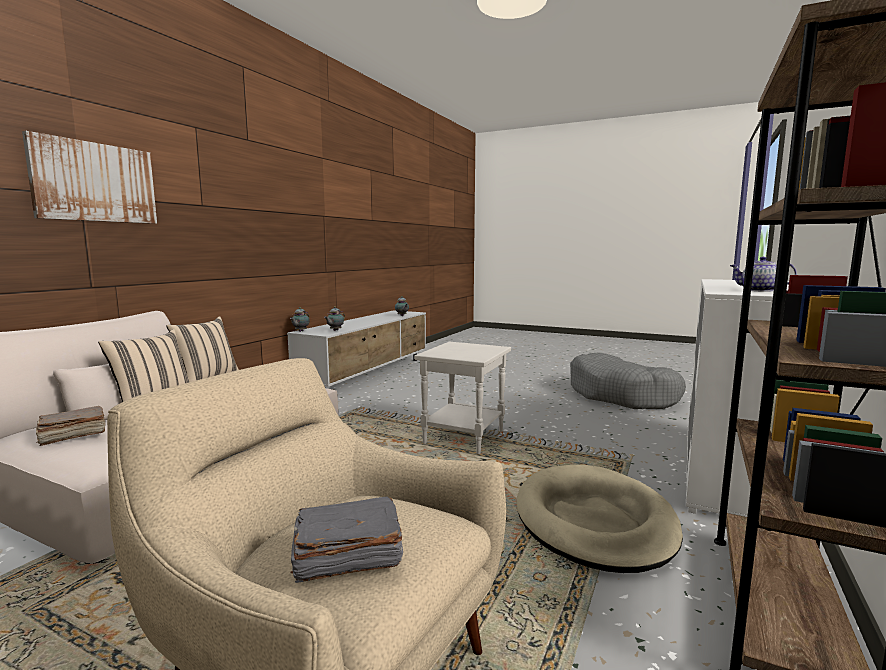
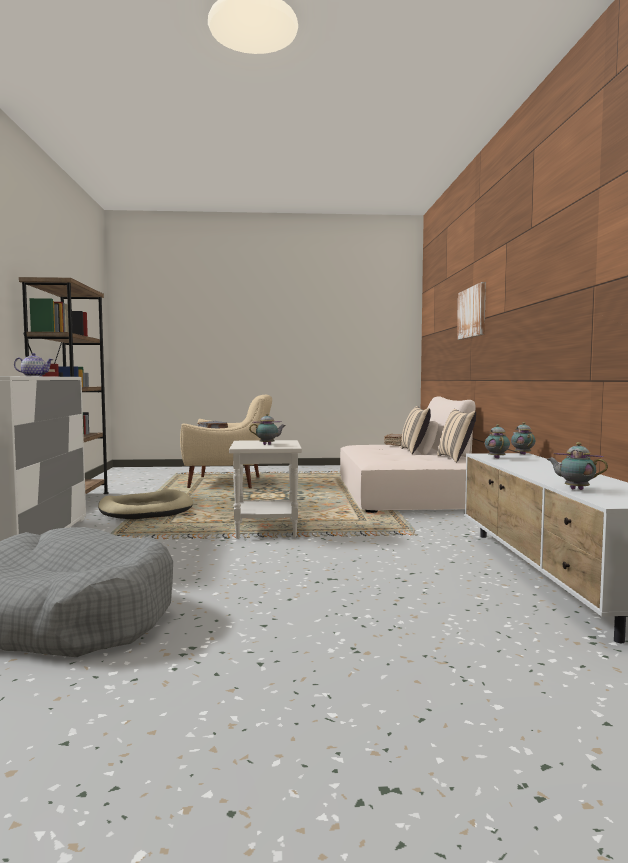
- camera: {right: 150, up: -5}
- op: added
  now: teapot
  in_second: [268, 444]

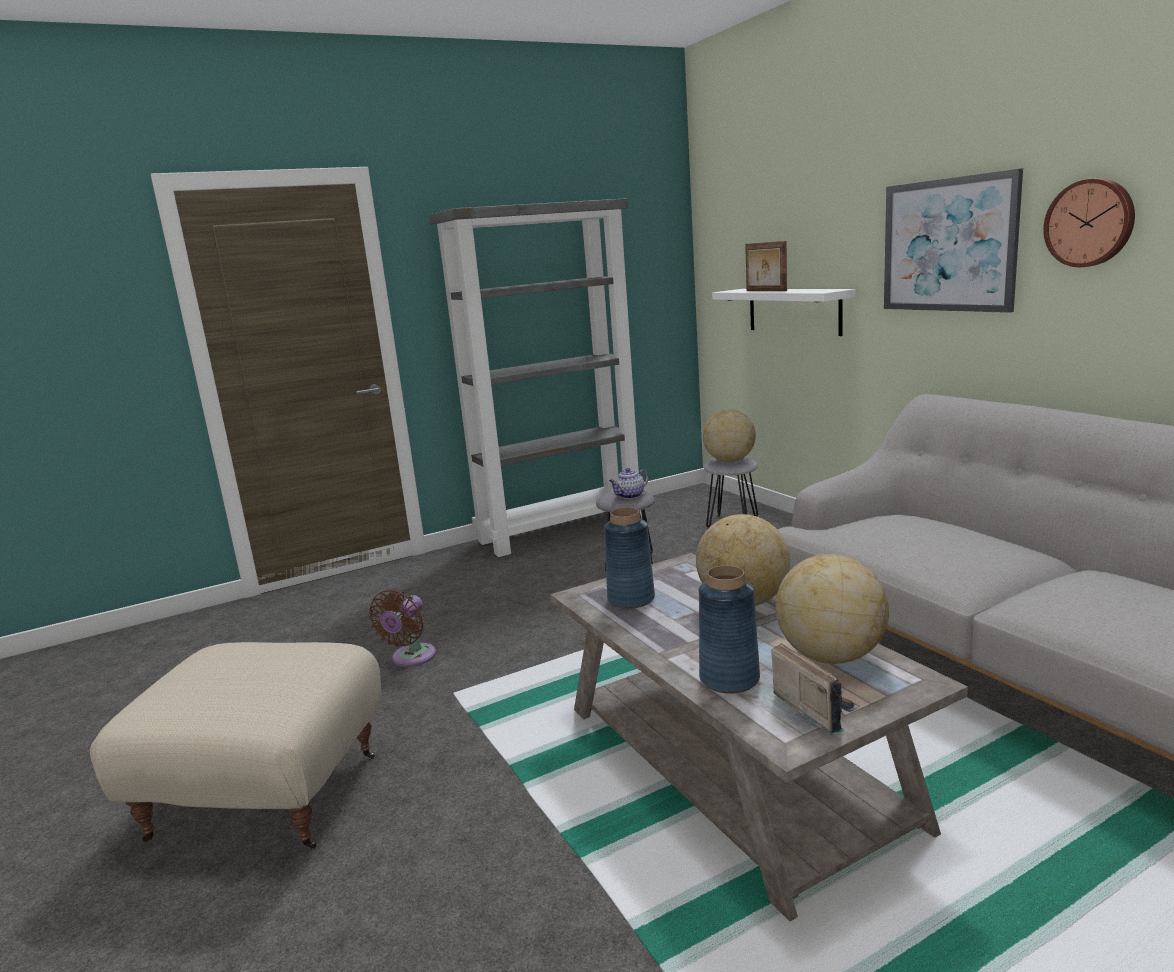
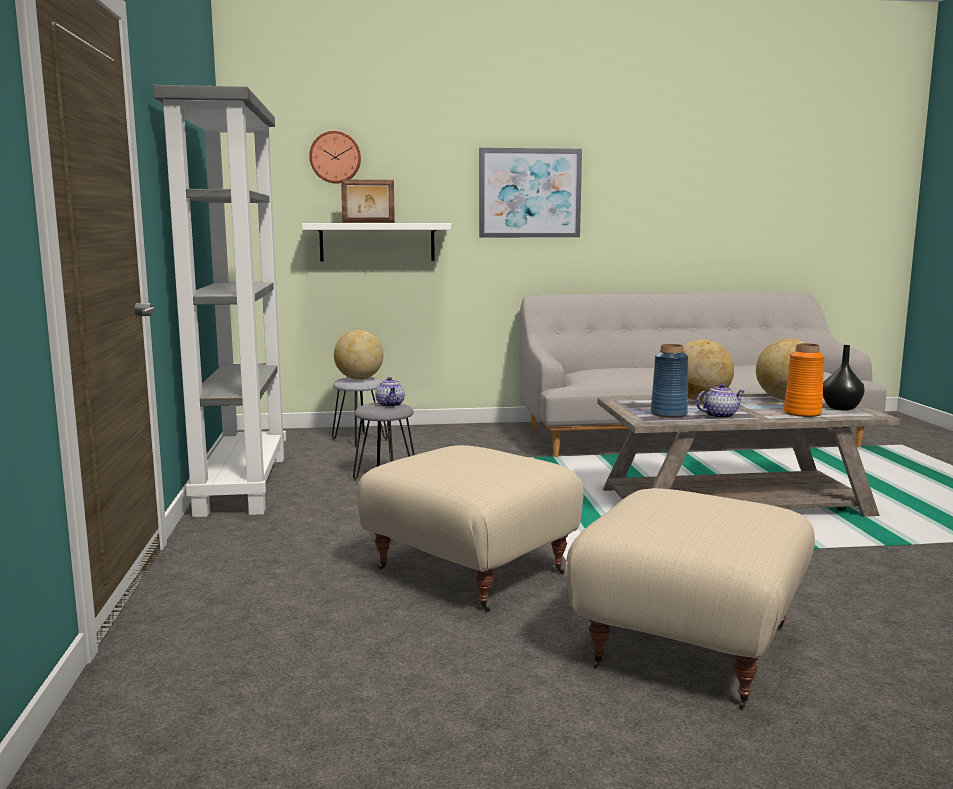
- camera: {right: -70, up: -5}
- op: moved
  was: wall_clock
  in_first: [1090, 223]
  in_second: [335, 157]
- op: replaced
  was: brown_fan
  now: beige_ottoman
  in_first: [411, 658]
  in_second: [469, 571]
- op: added
  now: teapot
  in_second: [720, 416]
- op: recoloured
  was: blue_vase
  now: orange_vase
  in_first: [729, 679]
  in_second: [802, 413]
- op: replaced
  was: radio
  now: black_vase
  in_first: [814, 708]
  in_second: [841, 408]

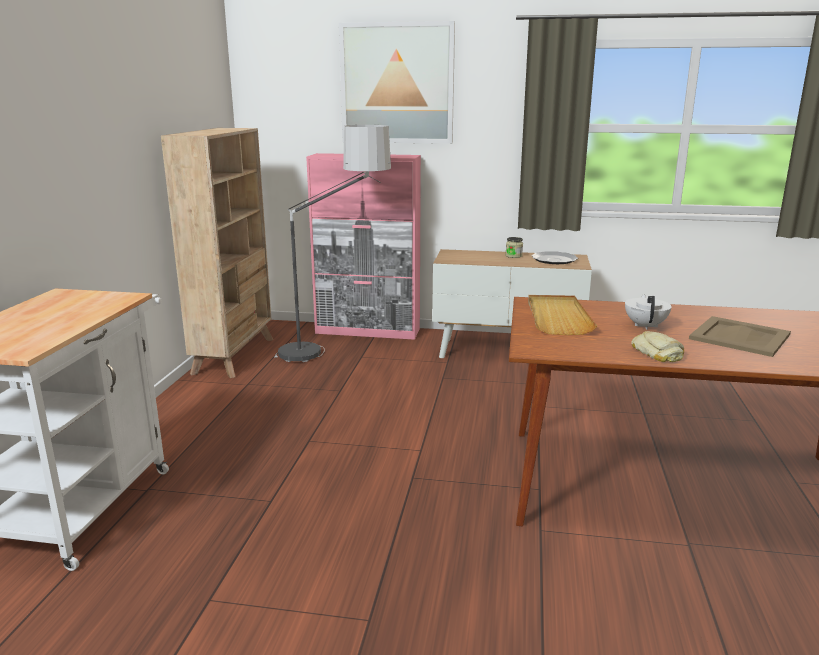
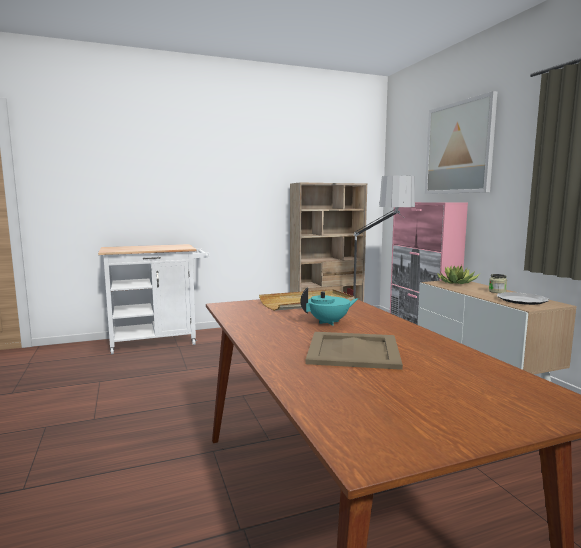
- camera: {right: 60, up: -10}
- op: recoloured
  was: white_teapot
  now: turquoise_teapot
  in_first: [645, 326]
  in_second: [329, 322]
- op: added
  now: potted_plant
  in_second: [456, 283]
- op: removed
  was: bread
  in_first: [657, 353]

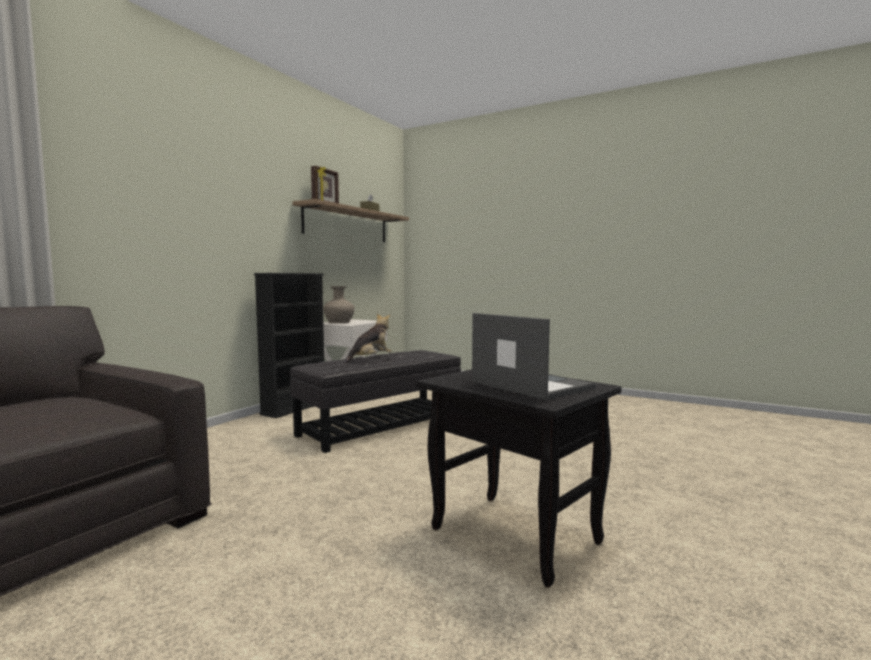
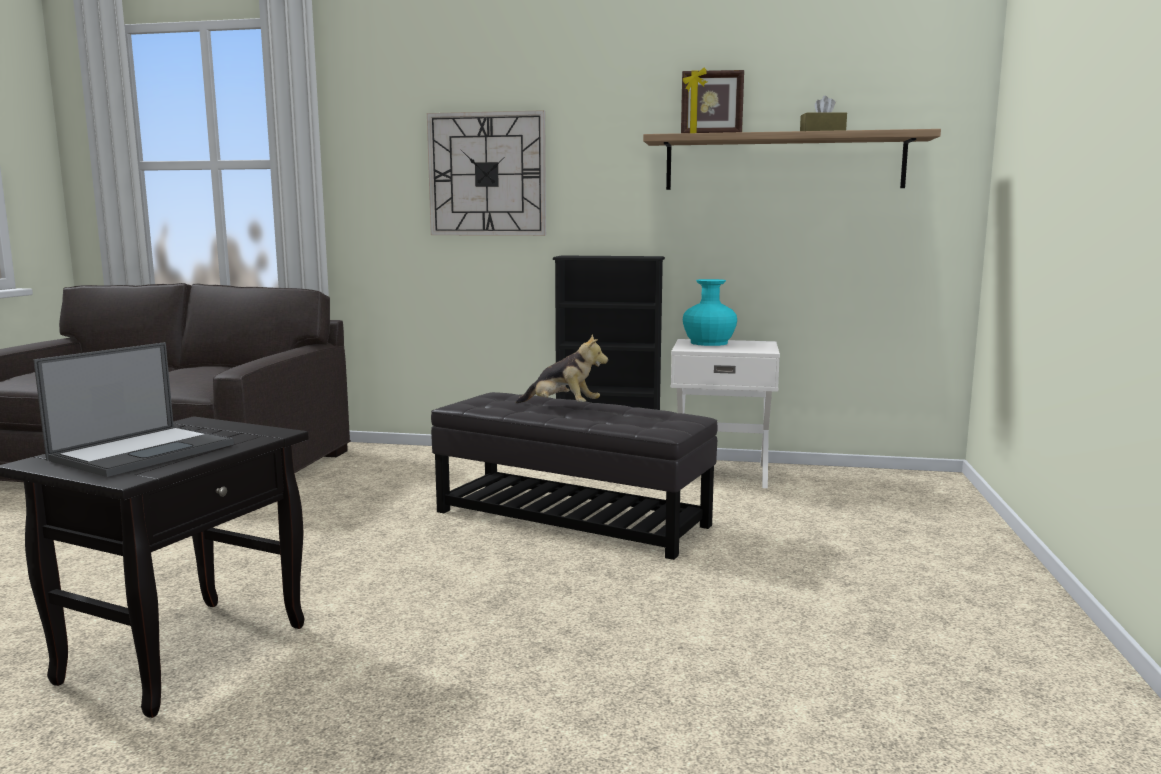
- camera: {right: 70, up: 5}
- op: added
  now: wall_clock
  in_second: [487, 174]
- op: recoloured
  was: beige_vase
  now: turquoise_vase
  in_first: [339, 322]
  in_second: [709, 343]

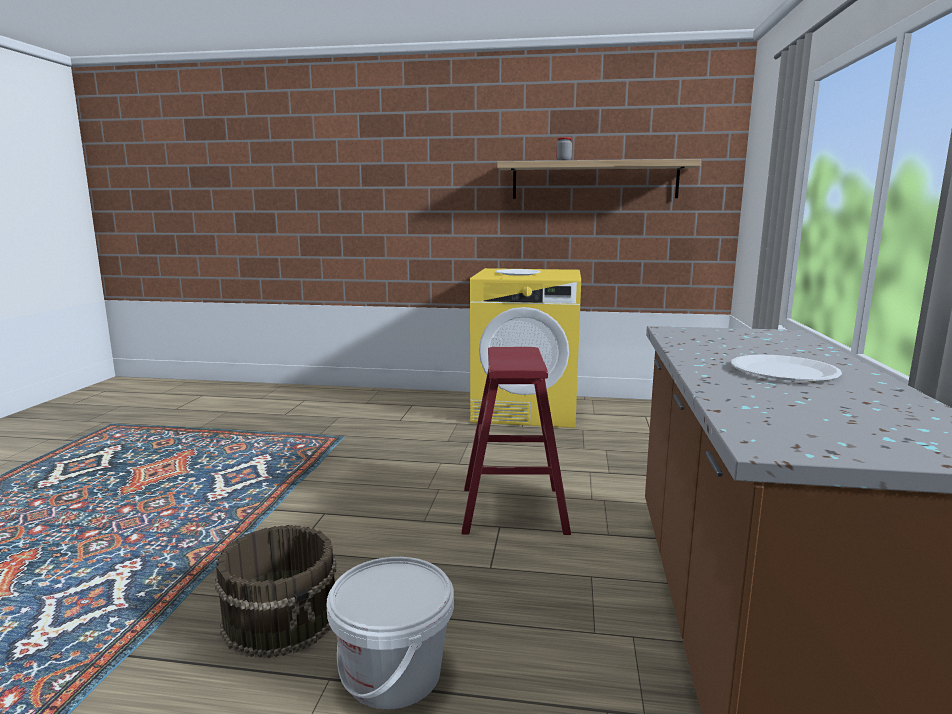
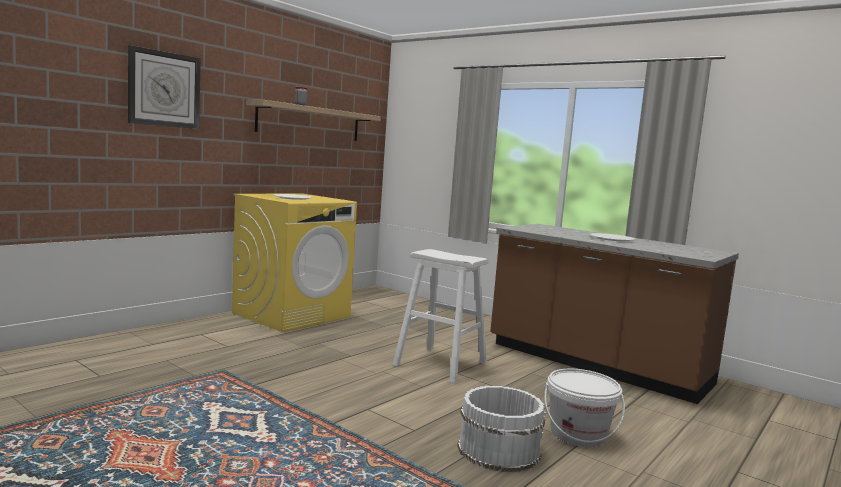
- camera: {right: -60, up: -5}
- op: added
  now: wall_clock
  in_second: [164, 89]
- op: recoloured
  was: red_stool
  now: white_stool
  in_first: [513, 509]
  in_second: [440, 364]
- op: recoloured
  was: brown_bucket
  now: white_bucket
  in_first: [282, 617]
  in_second: [498, 449]

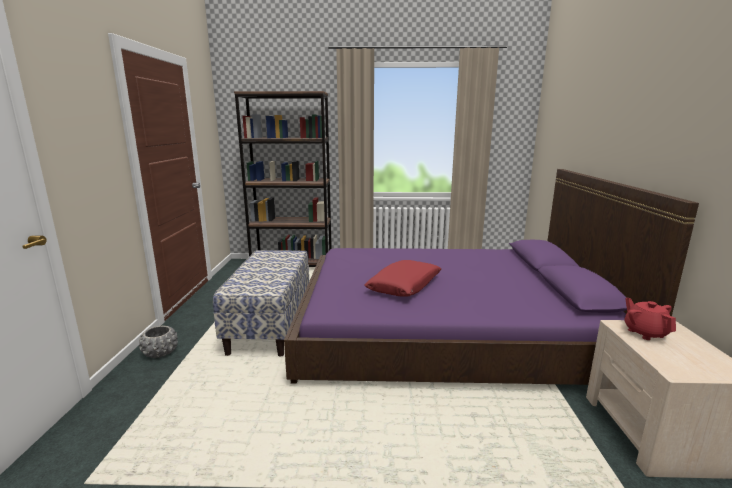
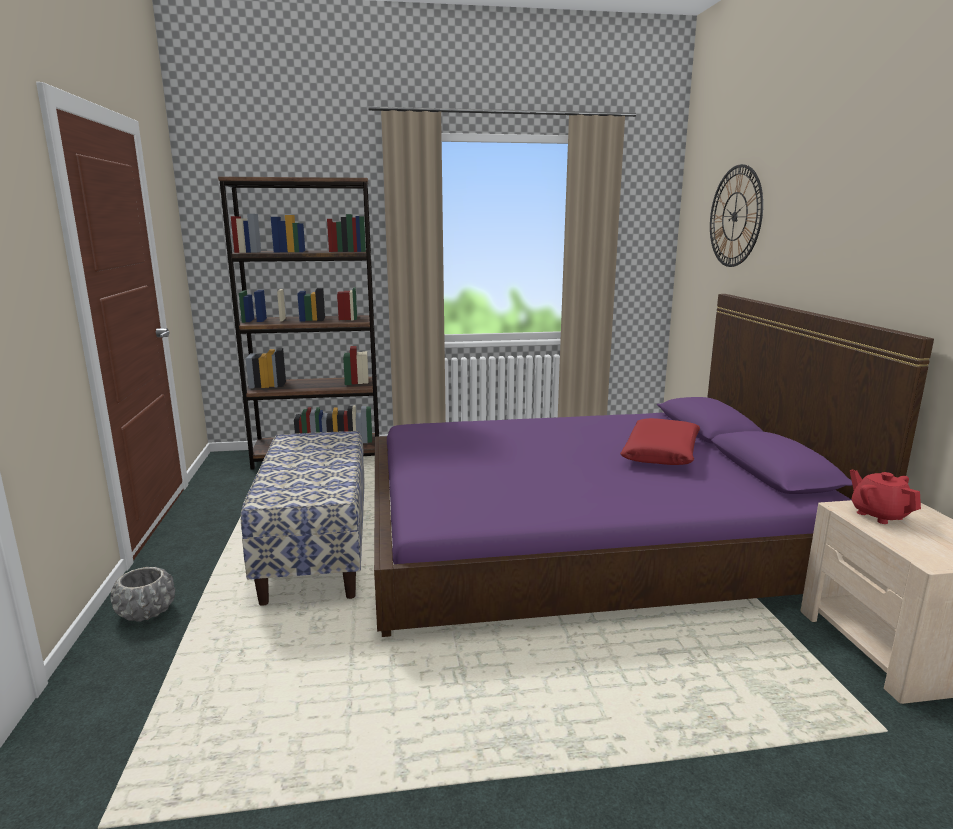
- camera: {right: -10, up: 0}
- op: moved
  was: red_pillow
  in_first: [404, 286]
  in_second: [661, 453]
- op: added
  now: wall_clock
  in_second: [735, 216]

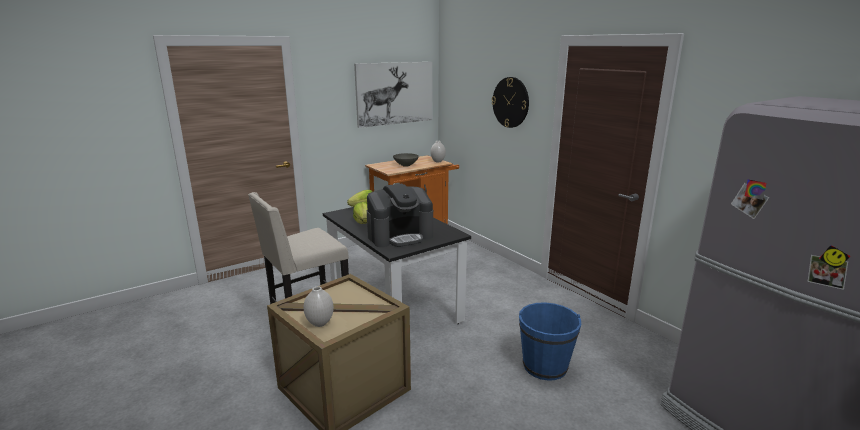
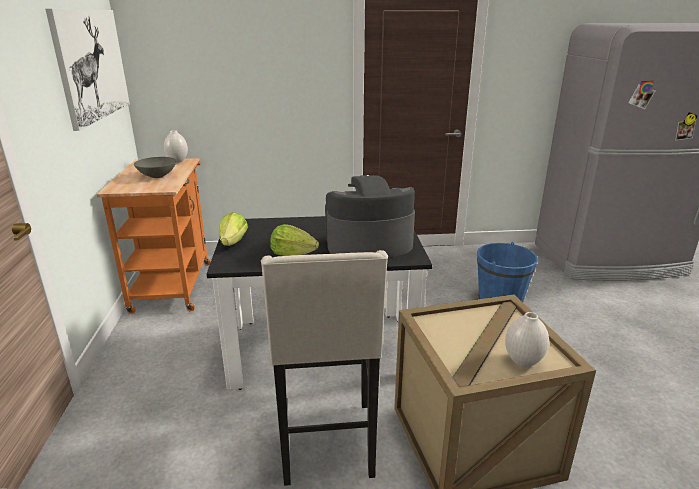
- camera: {right: -60, up: 5}
- op: turned
  was: coffee_machine
  in_first: [400, 236]
  in_second: [368, 244]
  clockwise: -105
- op: removed
  was: wall_clock
  in_first: [510, 102]

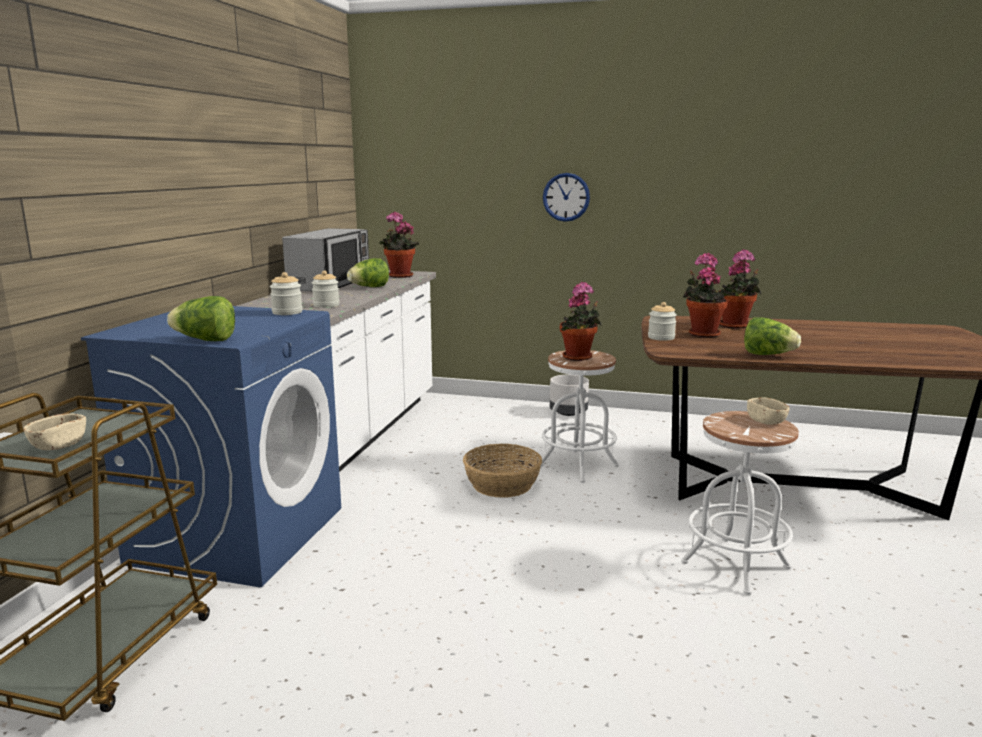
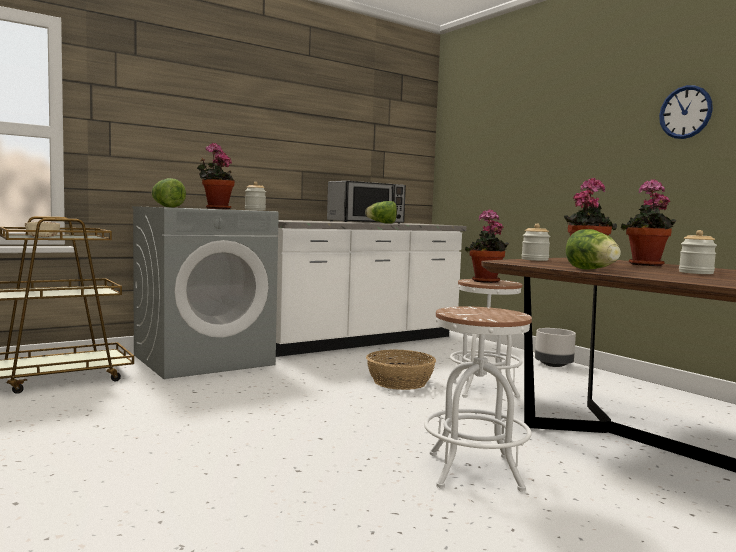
- camera: {right: 40, up: -10}
- op: recoloured
  was: blue_washing_machine
  now: grey_washing_machine
  in_first: [239, 534]
  in_second: [204, 360]
- op: moved
  was: potted_plant
  in_first: [399, 276]
  in_second: [216, 208]
- op: moved
  was: wall_clock
  in_first: [566, 197]
  in_second: [685, 112]
- op: moved
  was: jar
  in_first: [326, 305]
  in_second: [696, 273]
- op: removed
  was: beige_bowl
  in_first: [766, 421]

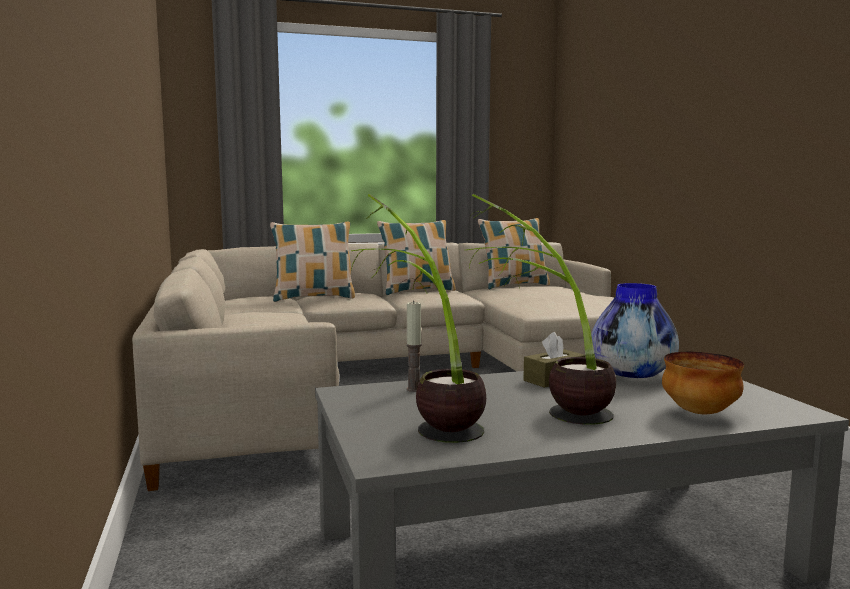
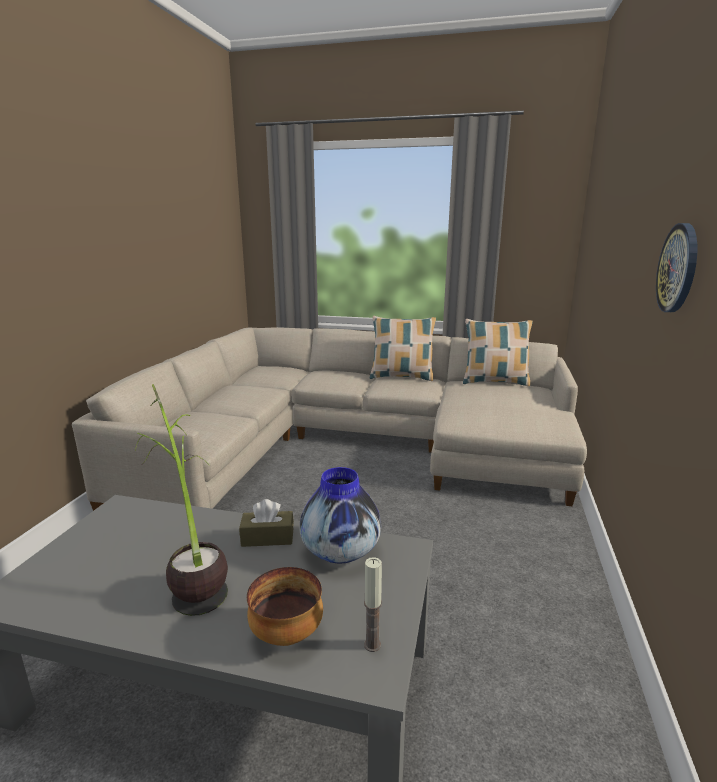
- camera: {right: 30, up: 10}
- op: moved
  was: candle
  in_first: [414, 389]
  in_second: [372, 645]
- op: added
  now: wall_clock
  in_second: [678, 268]
- op: removed
  was: pillow
  in_first: [313, 298]
- op: removed
  was: potted_plant
  in_first: [424, 419]

